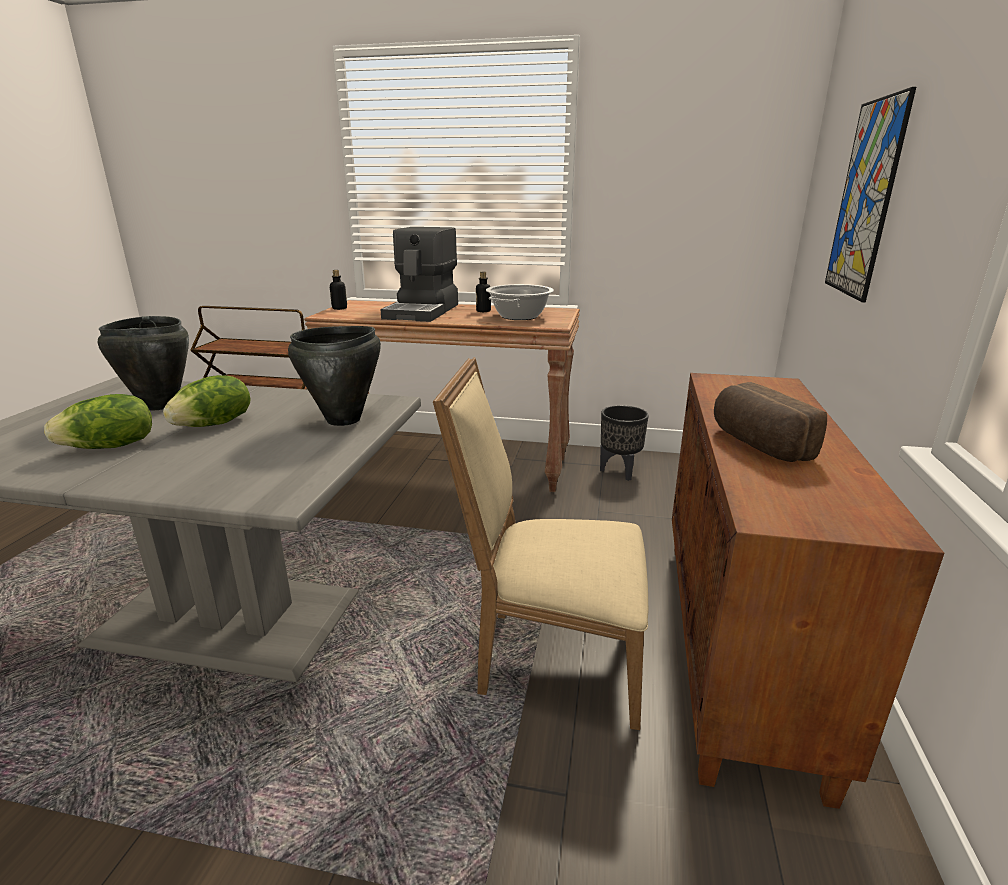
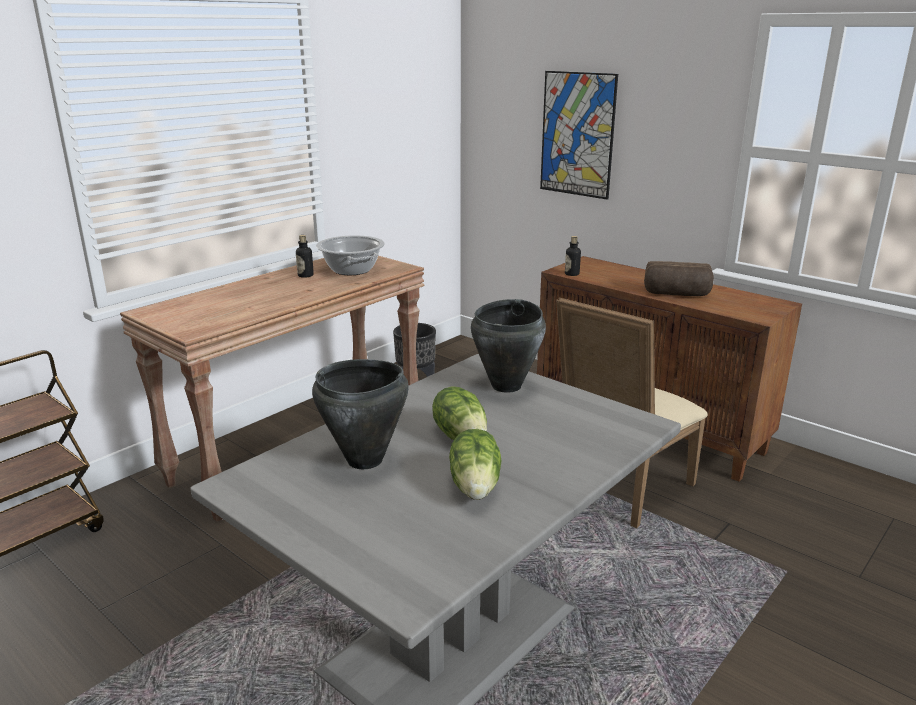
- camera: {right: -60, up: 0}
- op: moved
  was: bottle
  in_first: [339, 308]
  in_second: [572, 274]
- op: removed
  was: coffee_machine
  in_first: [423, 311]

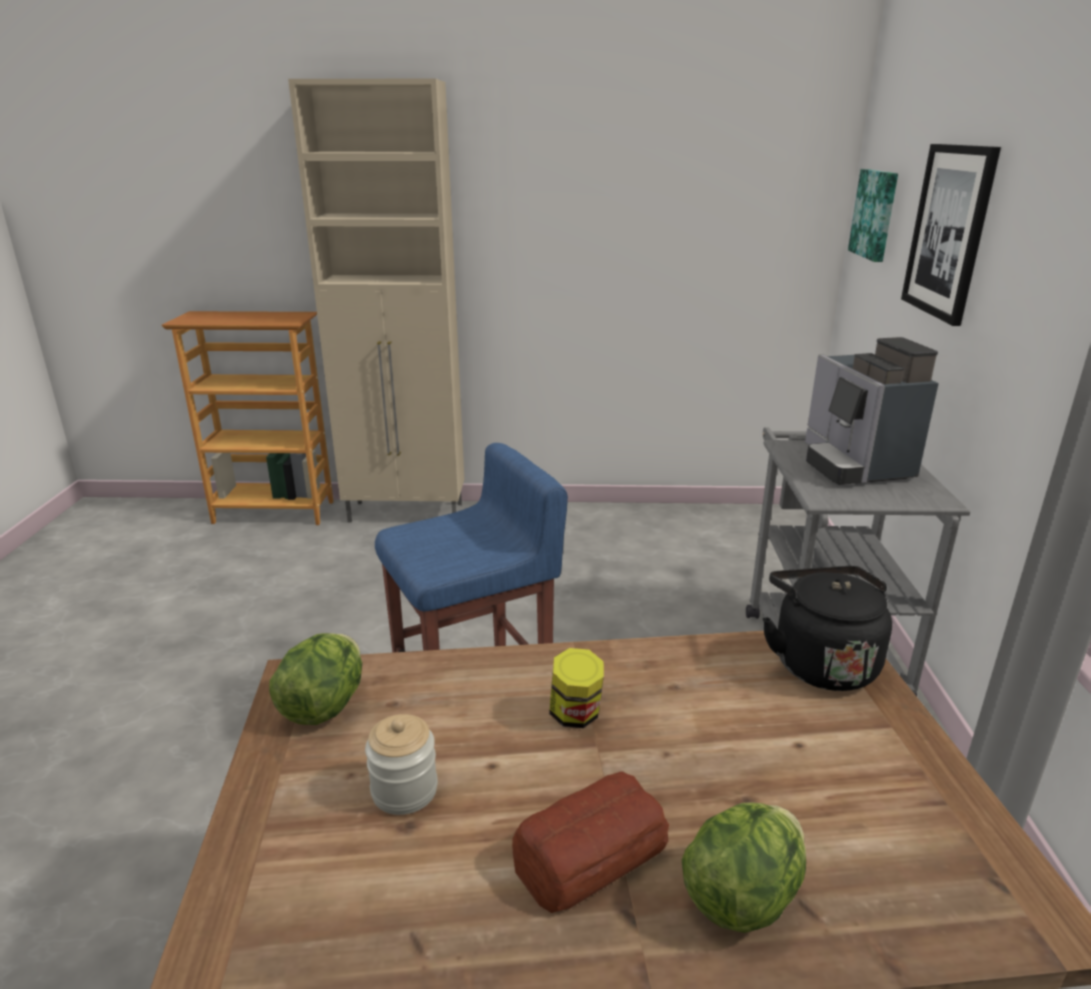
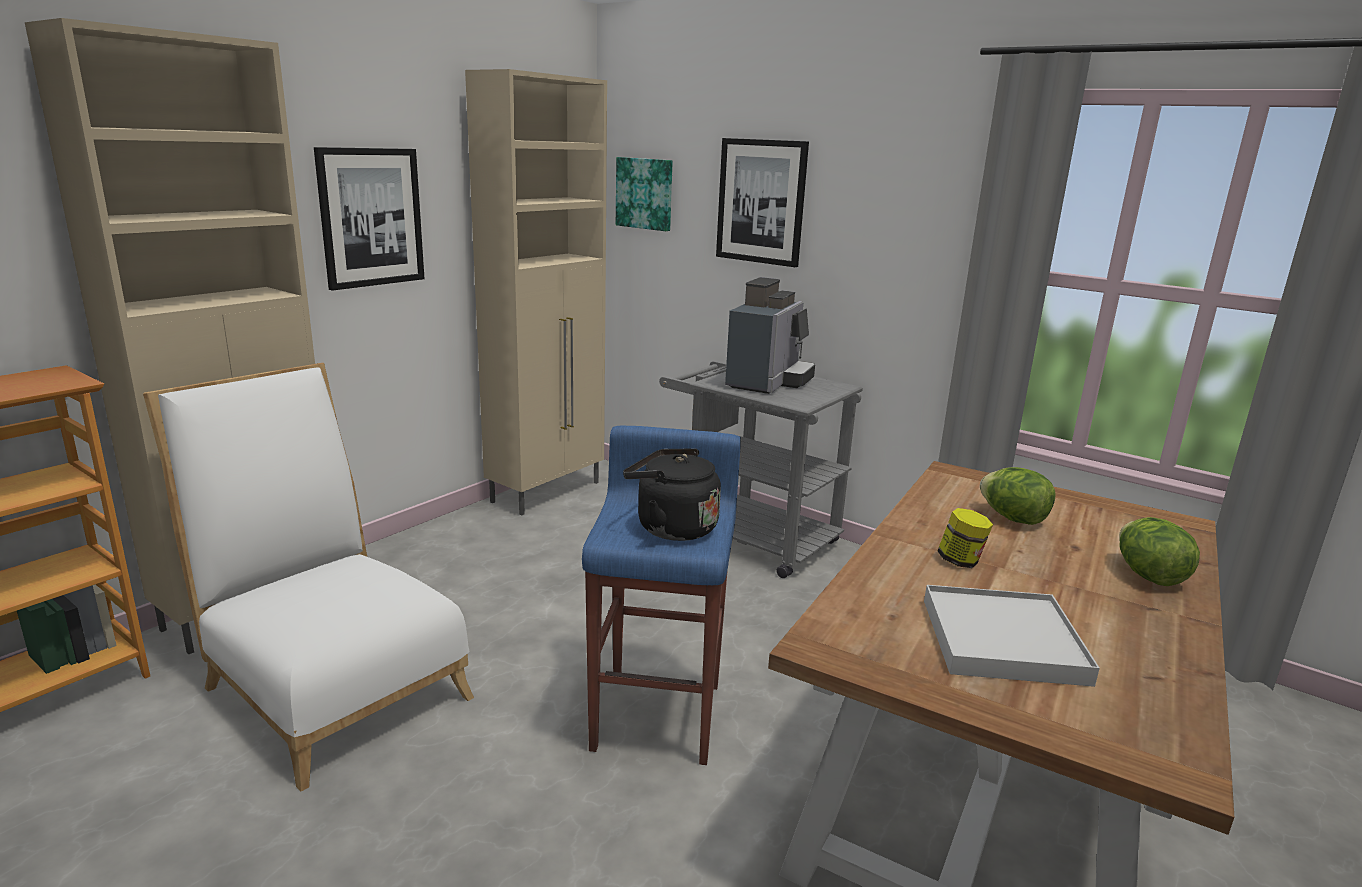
- camera: {right: -55, up: -5}
- op: added
  now: white_chair
  in_second: [331, 684]
- op: added
  now: picture
  in_second: [371, 217]
- op: added
  now: beige_cabinet
  in_second: [548, 492]
- op: moved
  was: black_kettle
  in_first: [820, 662]
  in_second: [671, 527]
- op: turned
  was: coffee_machine
  in_first: [853, 465]
  in_second: [768, 382]
  clockwise: -90
- op: replaced
  was: jar
  now: white_tray
  in_first: [404, 790]
  in_second: [1003, 641]
- op: moved
  was: lettuce
  in_first: [324, 706]
  in_second: [1013, 518]
- op: removed
  was: bread
  in_first: [588, 854]

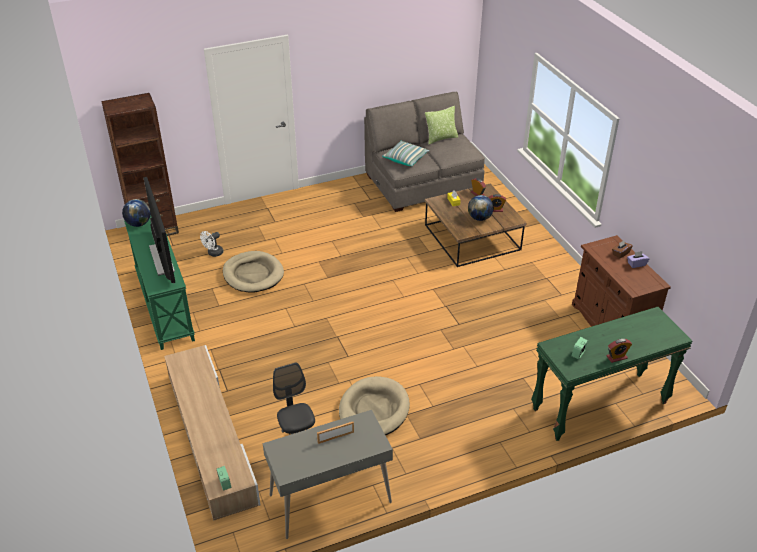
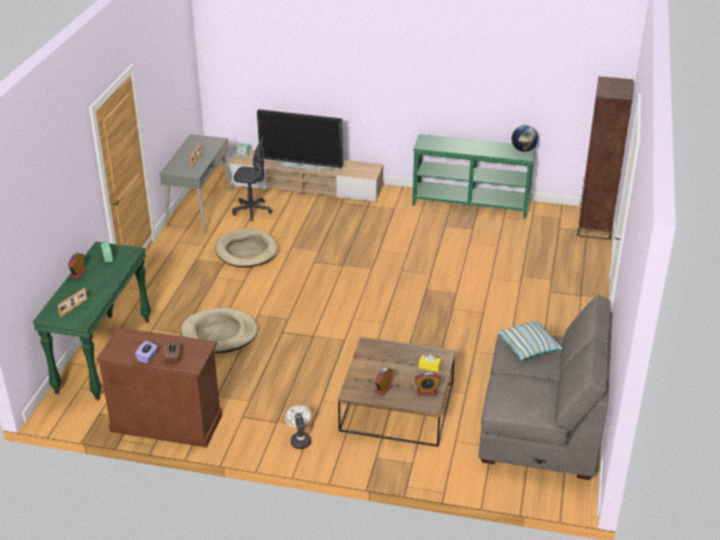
- camera: {right: 125, up: -5}
- op: added
  now: picture_frame
  in_second: [74, 308]
- op: moved
  was: beige_dog_bed
  in_first: [253, 274]
  in_second: [219, 334]
- op: moved
  was: television
  in_first: [162, 259]
  in_second: [301, 166]
- op: moved
  was: white_fan
  in_first: [213, 253]
  in_second: [300, 439]
- op: removed
  was: pillow
  in_first: [441, 138]
- op: removed
  was: globe
  in_first: [479, 218]

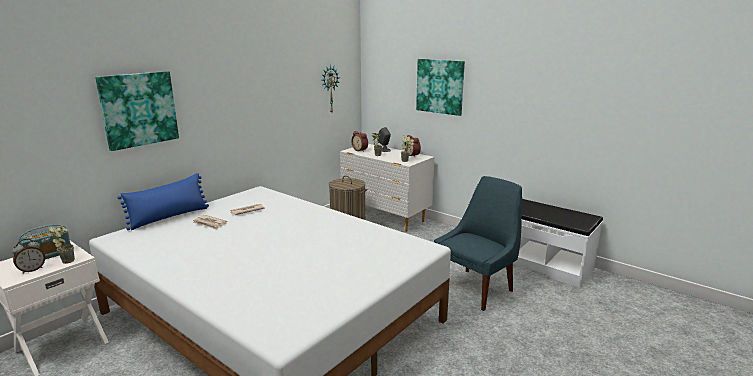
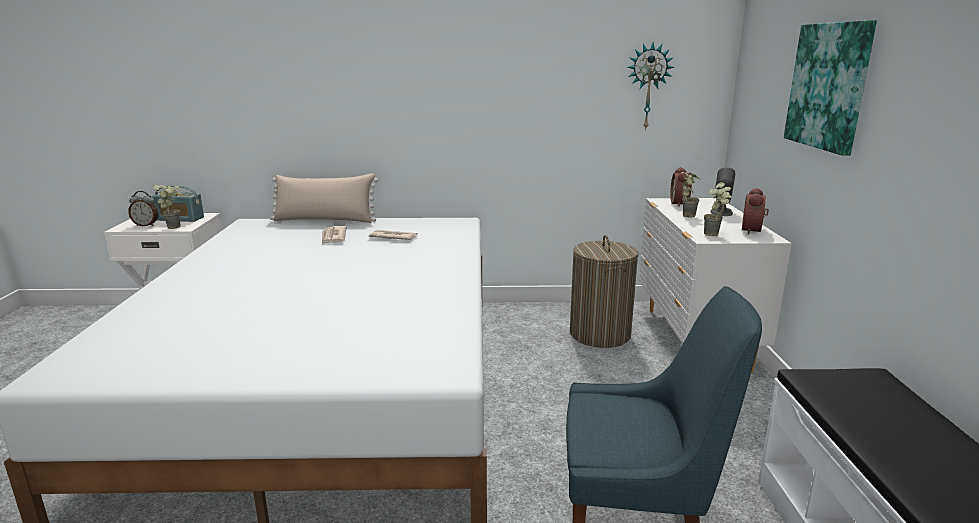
- camera: {right: 50, up: 0}
- op: recoloured
  was: blue_pillow
  now: beige_pillow
  in_first: [169, 217]
  in_second: [325, 220]
- op: removed
  was: picture
  in_first: [139, 109]

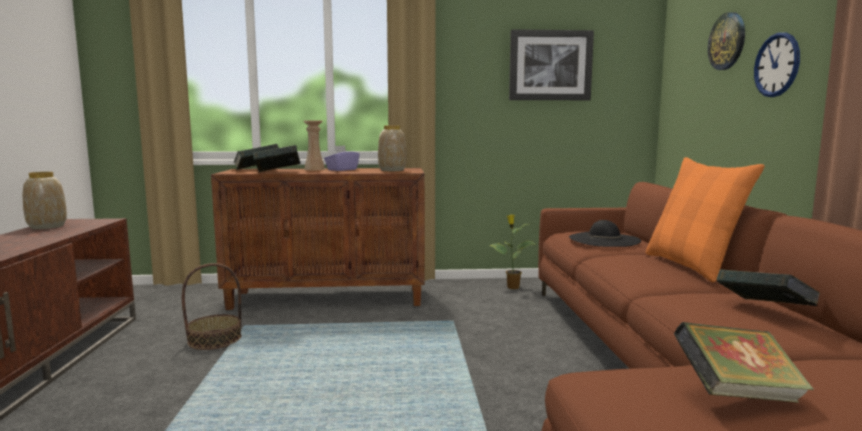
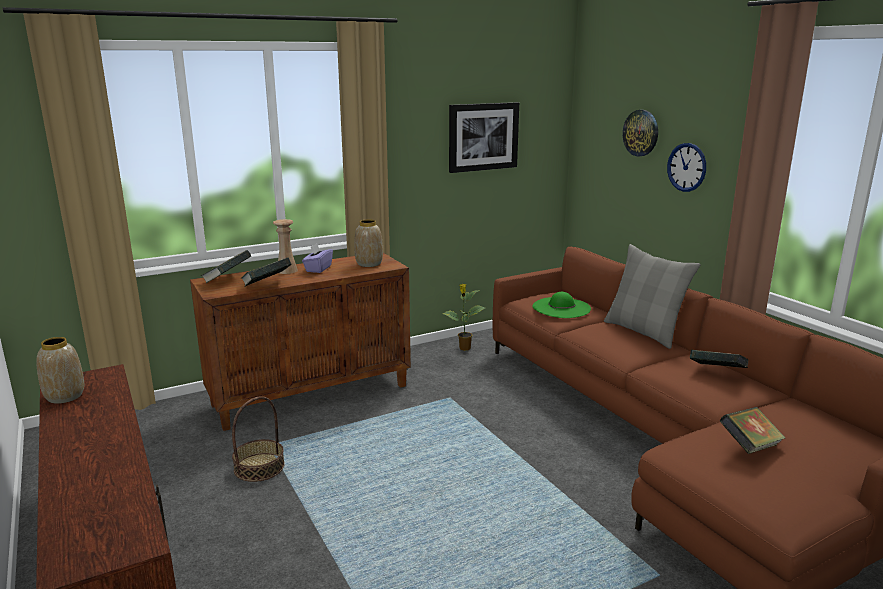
- camera: {right: -25, up: 10}
- op: recoloured
  was: black_hat
  now: green_hat
  in_first: [604, 239]
  in_second: [561, 307]
- op: recoloured
  was: orange_pillow
  now: grey_pillow
  in_first: [691, 266]
  in_second: [644, 332]

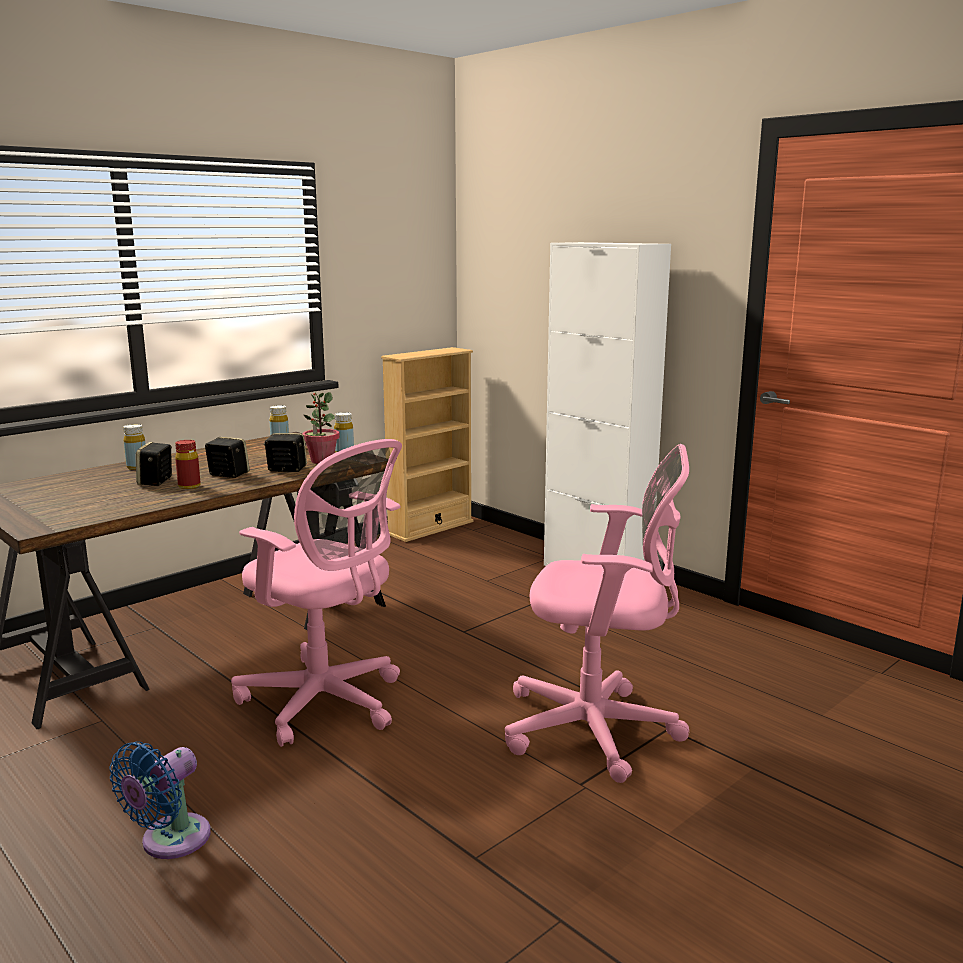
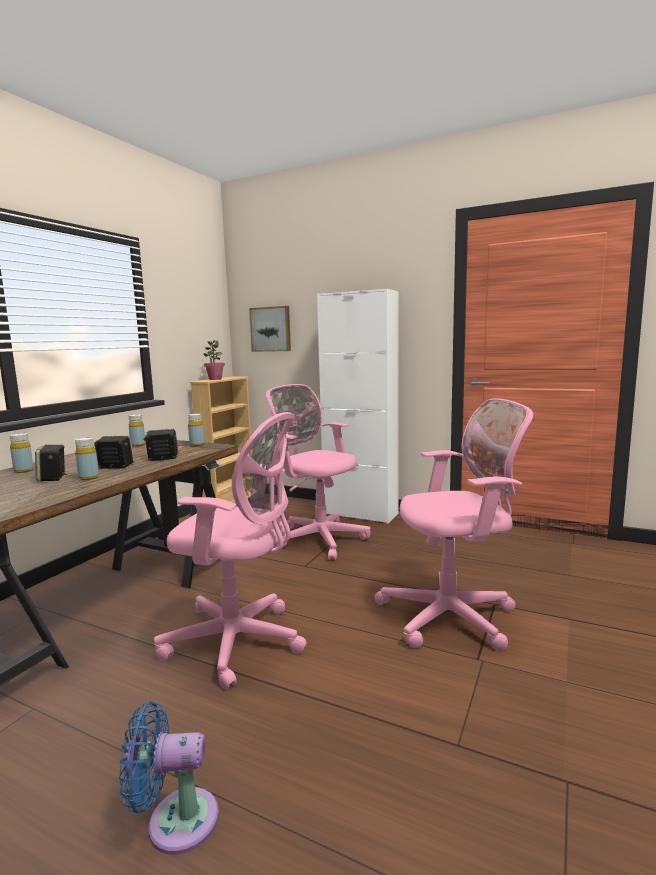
- camera: {right: -20, up: -5}
- op: recoloured
  was: red_bottle
  now: yellow_bottle
  in_first: [189, 486]
  in_second: [89, 477]
- op: turned
  was: blue_fan
  in_first: [170, 841]
  in_second: [175, 821]
  clockwise: 75
- op: moved
  was: potted_plant
  in_first: [322, 461]
  in_second: [215, 379]
- op: added
  now: picture
  in_second: [271, 329]
- op: added
  now: pink_office_chair
  in_second: [318, 537]

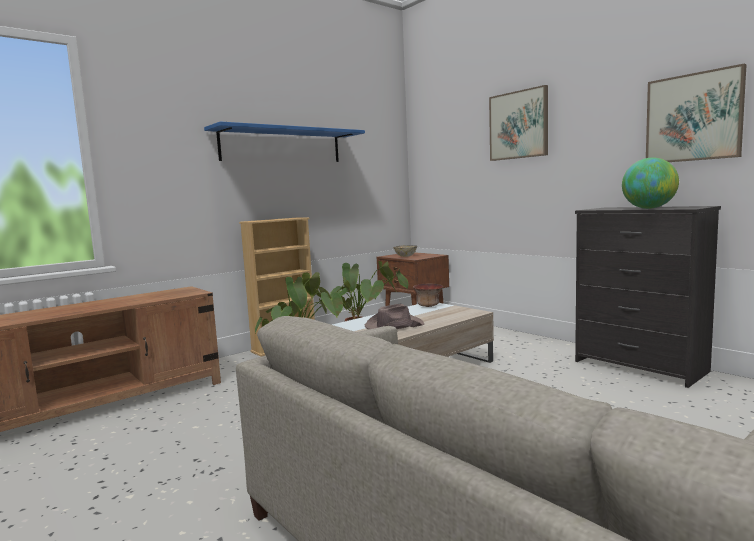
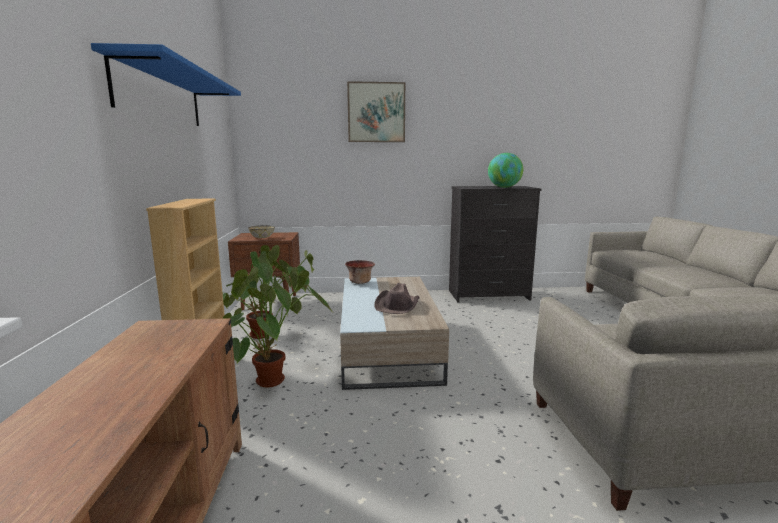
- camera: {right: -55, up: 5}
- op: removed
  was: picture
  in_first: [693, 117]

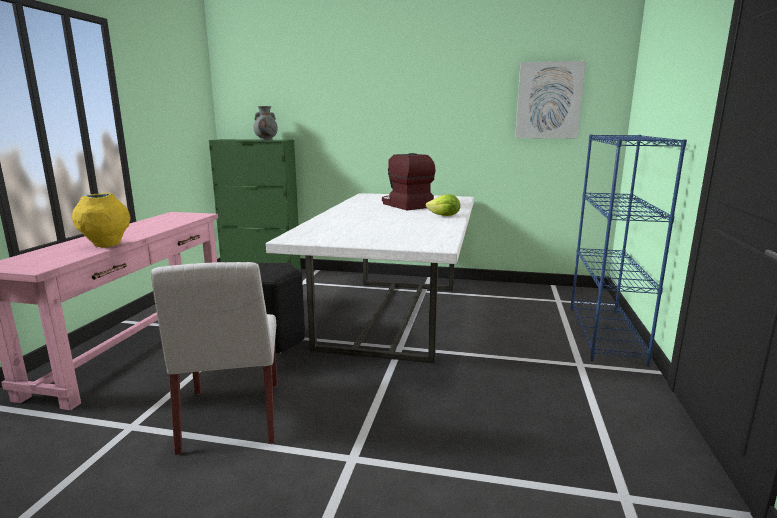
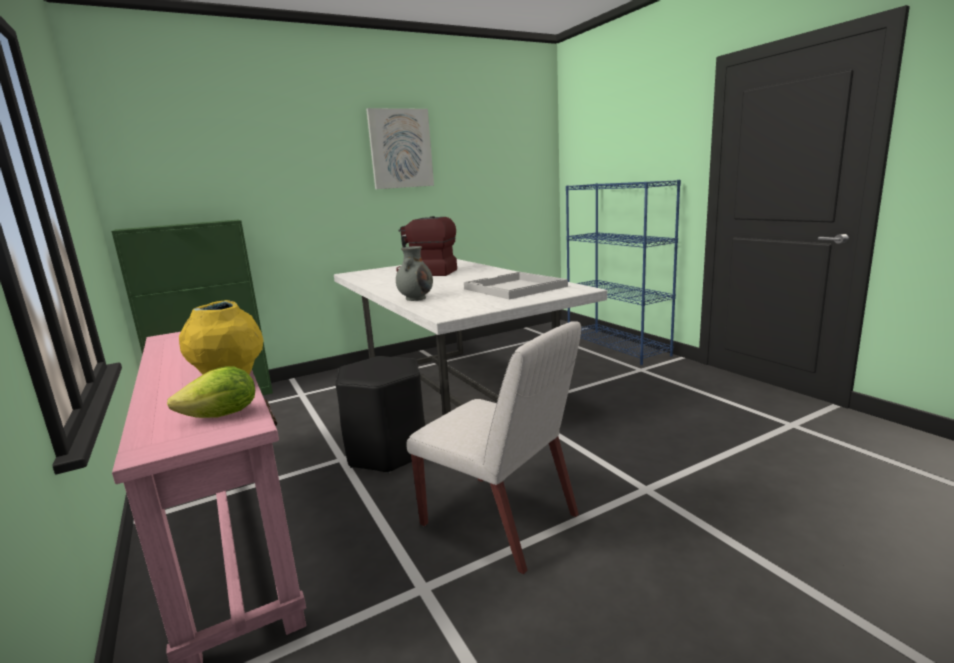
- camera: {right: -40, up: 0}
- op: moved
  was: lettuce
  in_first: [444, 216]
  in_second: [222, 416]
- op: moved
  was: picture
  in_first: [548, 100]
  in_second: [400, 149]
- op: moved
  was: grey_vase
  in_first: [266, 139]
  in_second: [416, 298]
- op: added
  now: white_tray
  in_second: [514, 288]

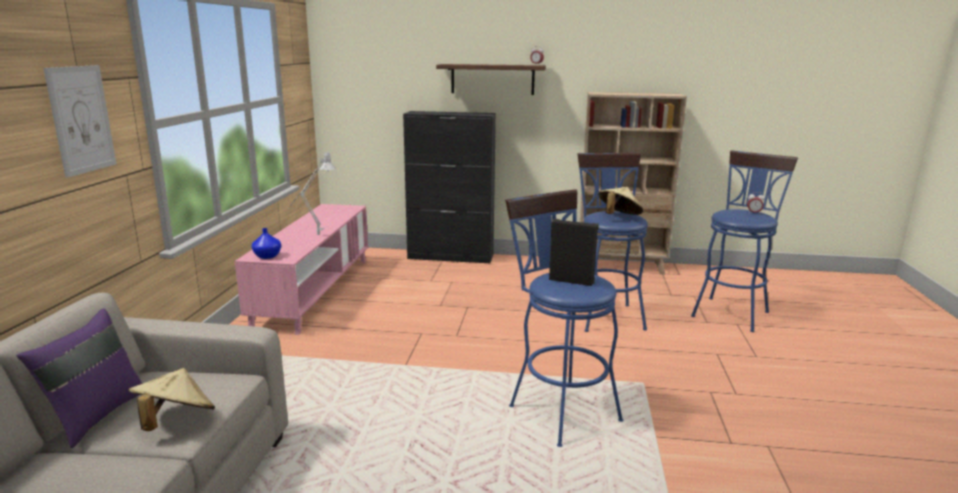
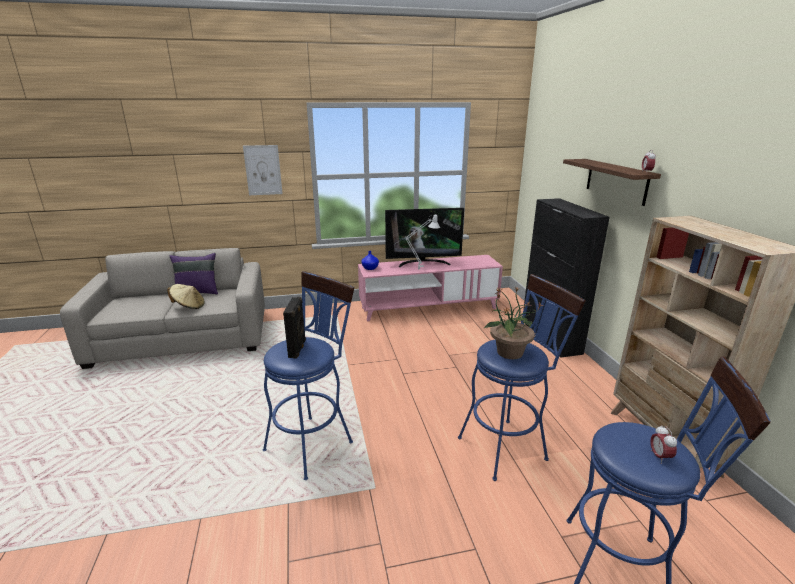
- camera: {right: 70, up: 5}
- op: added
  now: television
  in_second: [423, 263]
- op: replaced
  was: beige_hat
  now: potted_plant
  in_first: [618, 217]
  in_second: [509, 352]

